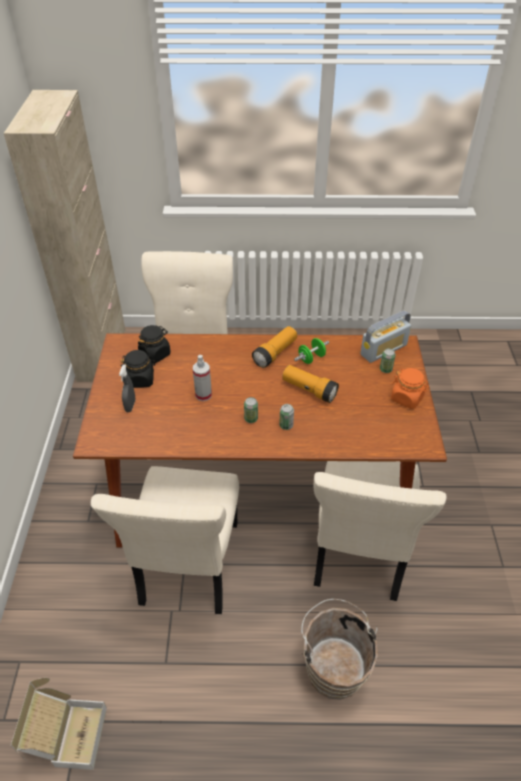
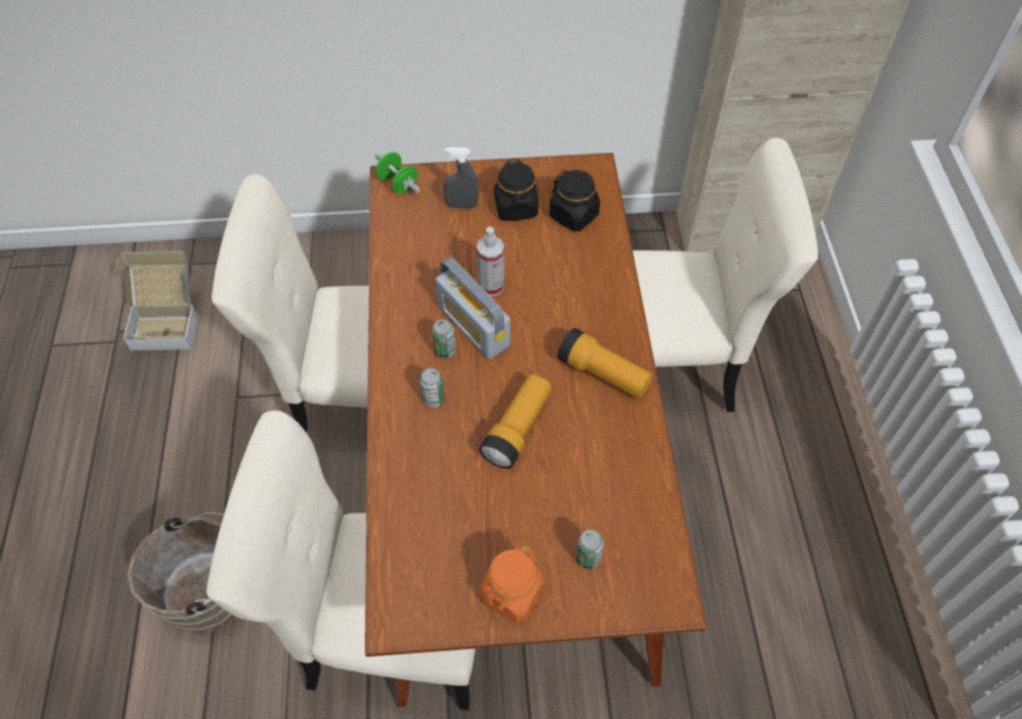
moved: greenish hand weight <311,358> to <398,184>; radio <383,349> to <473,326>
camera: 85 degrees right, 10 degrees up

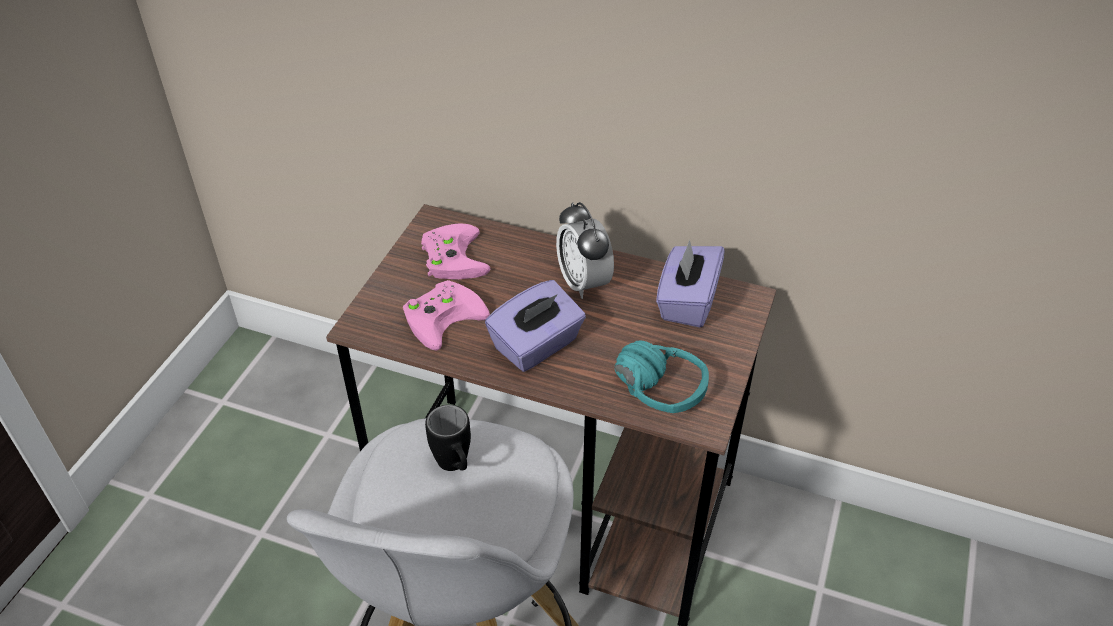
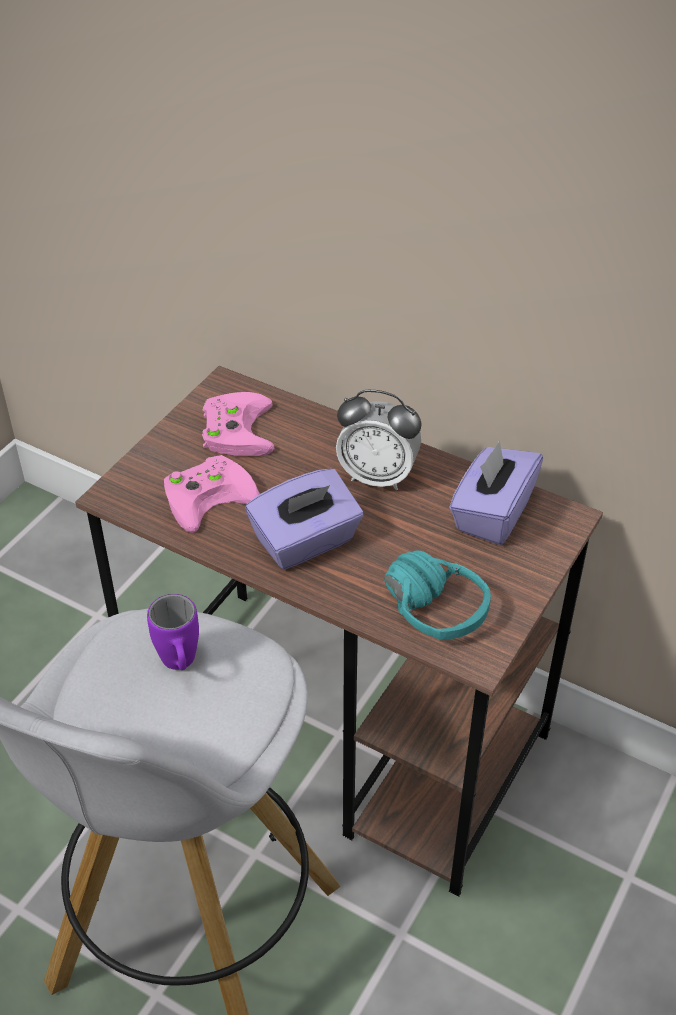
recoloured: black coffee mug <455,467> to purple coffee mug <180,666>
turned: alarm clock <583,282> = <377,476> 60 degrees counterclockwise
camera: 10 degrees right, 0 degrees up

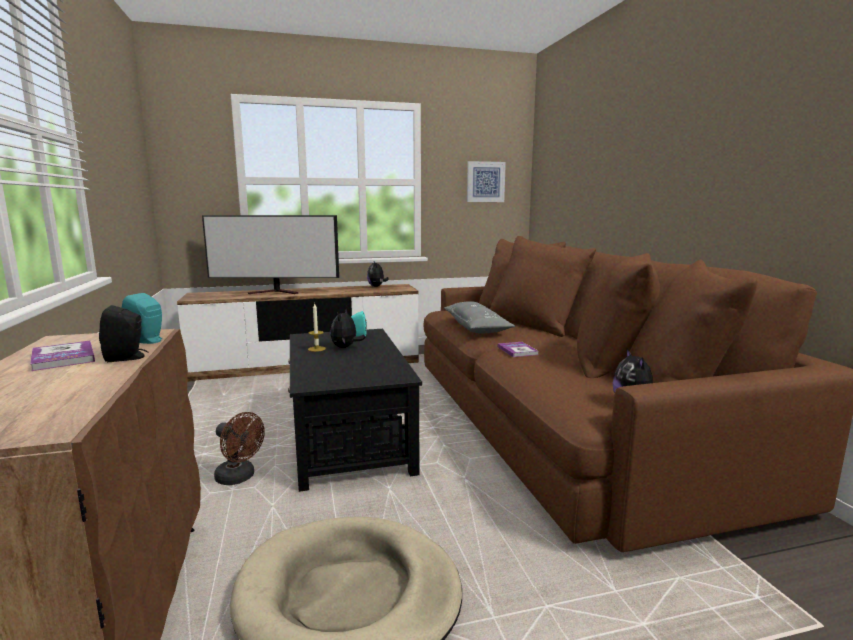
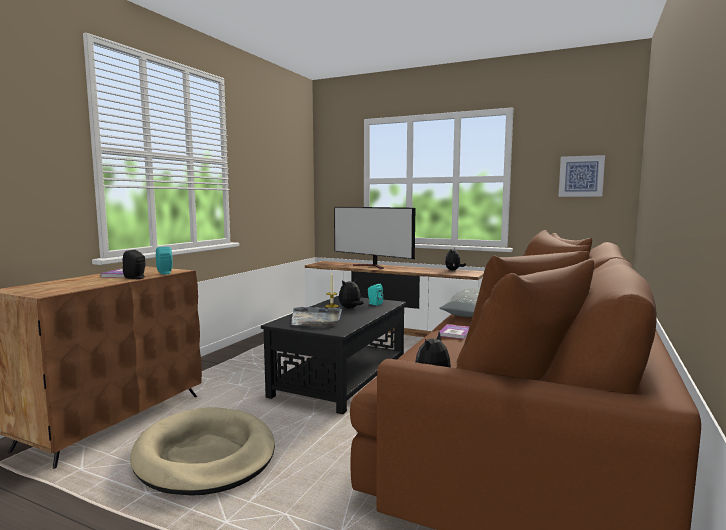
removed: brown cooling fan <239,478>
added: grey serving tray <316,319>
camera: 40 degrees right, 5 degrees down

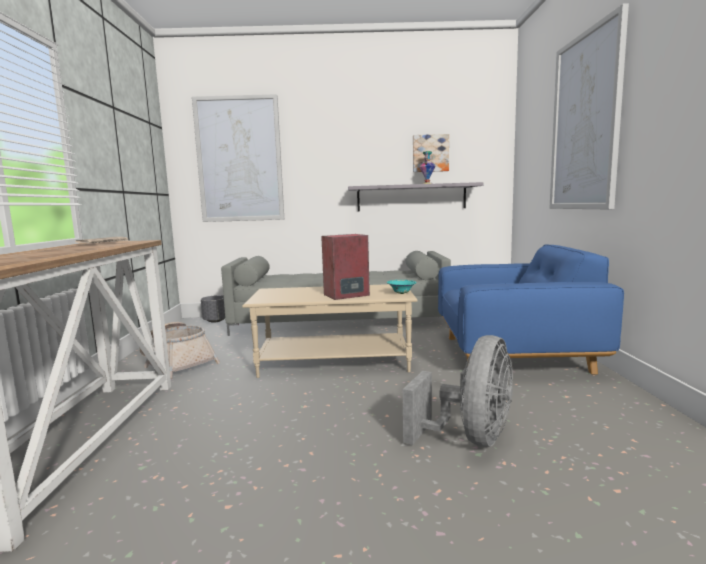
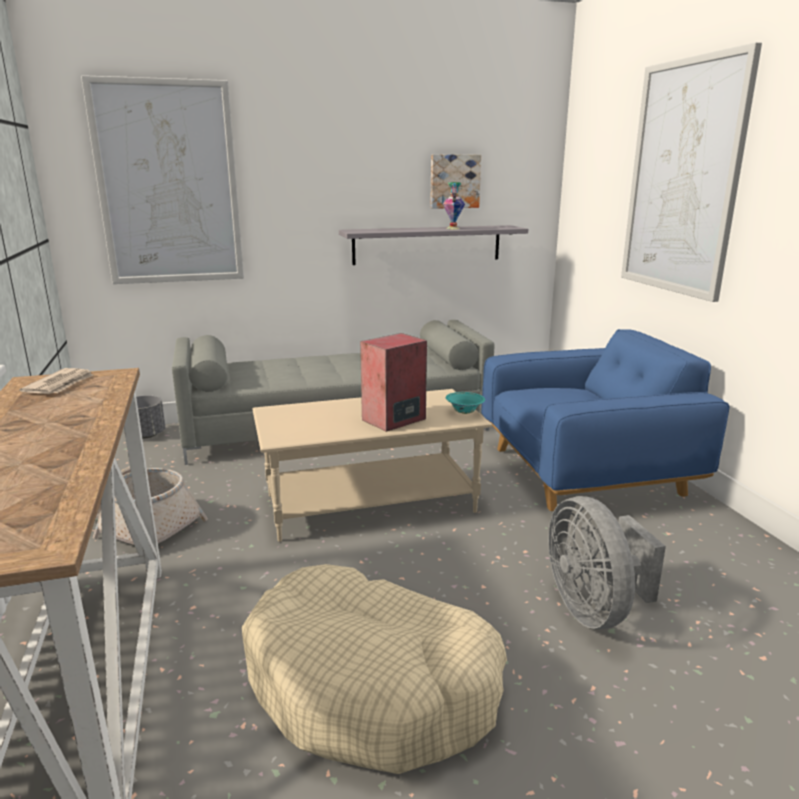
added: beige-coloured dog bed <372,685>
turned: grey cooling fan <471,438> = <594,609> 150 degrees clockwise
camera: 15 degrees left, 10 degrees up

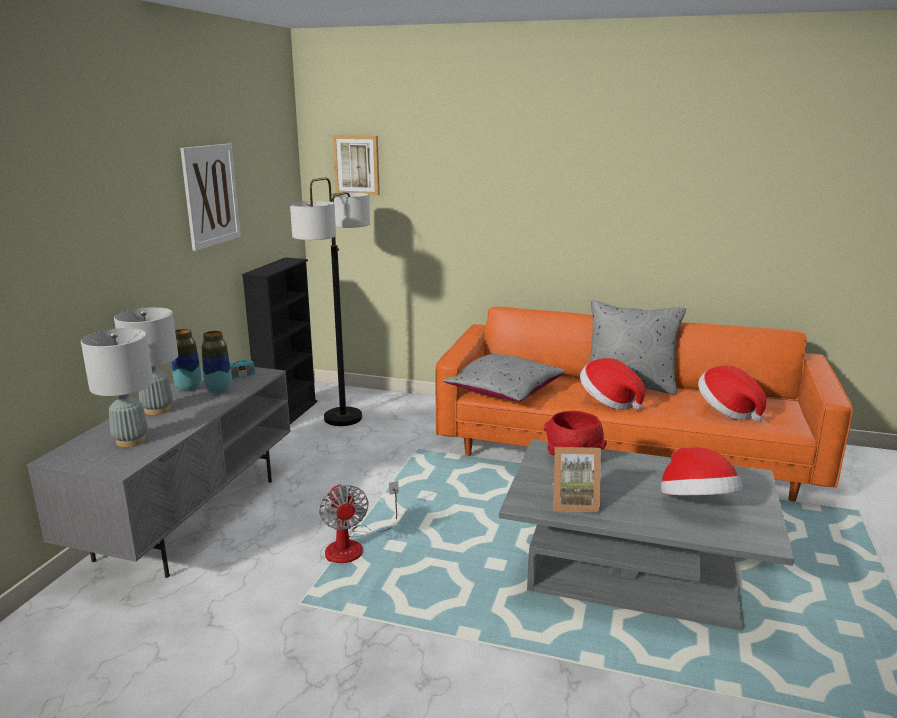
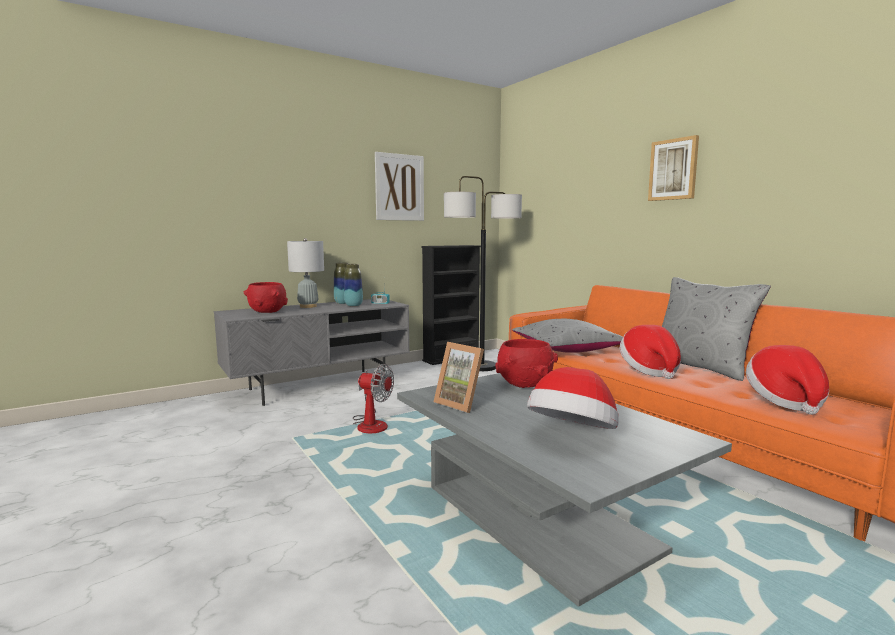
moved: picture <357,165> to <673,169>
replaced: grey tabletop lamp <130,441> to red serving bowl <267,312>
turned: cooling fan <354,546> = <371,424> 90 degrees counterclockwise
camera: 40 degrees right, 10 degrees down

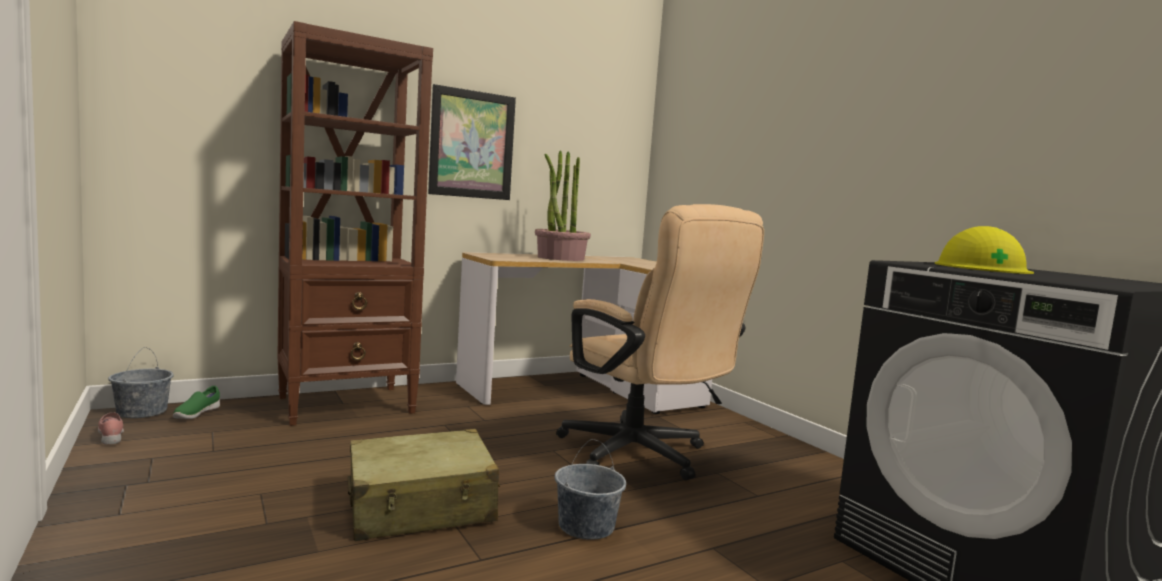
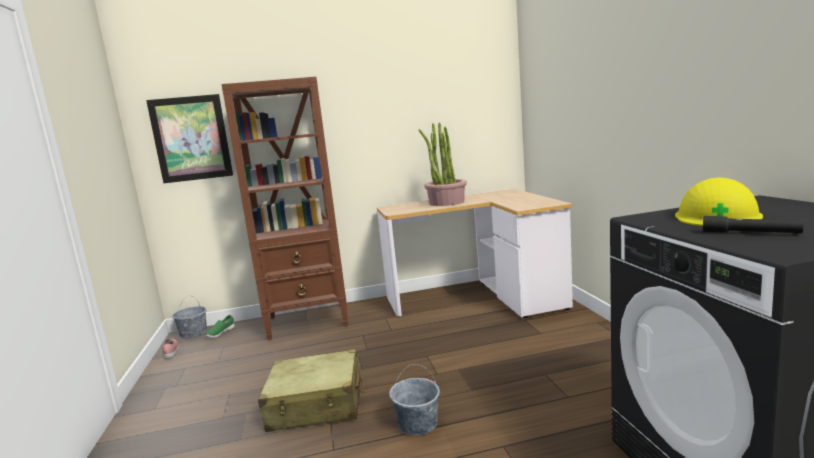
removed: beige-coloured desk chair <643,456>
added: black hand torch <750,233>
moved: picture <472,144> to <191,138>
camera: 20 degrees right, 5 degrees up

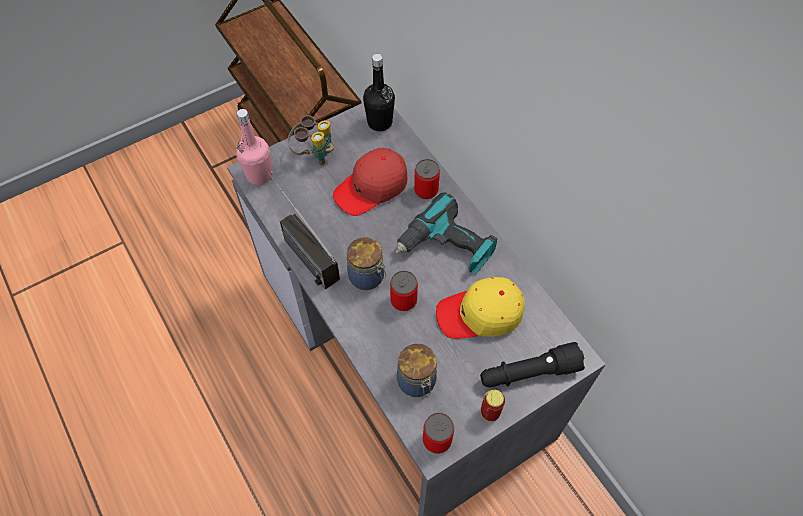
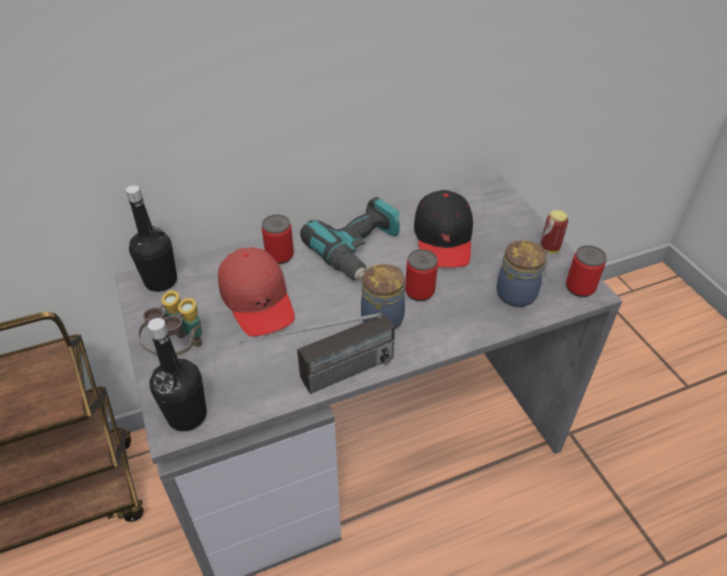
removed: black hand torch <528,373>
recoloured: pinkish drink bottle <259,175> to black drink bottle <187,415>; yellow baseball cap <480,314> to black baseball cap <443,239>
camera: 80 degrees left, 15 degrees down

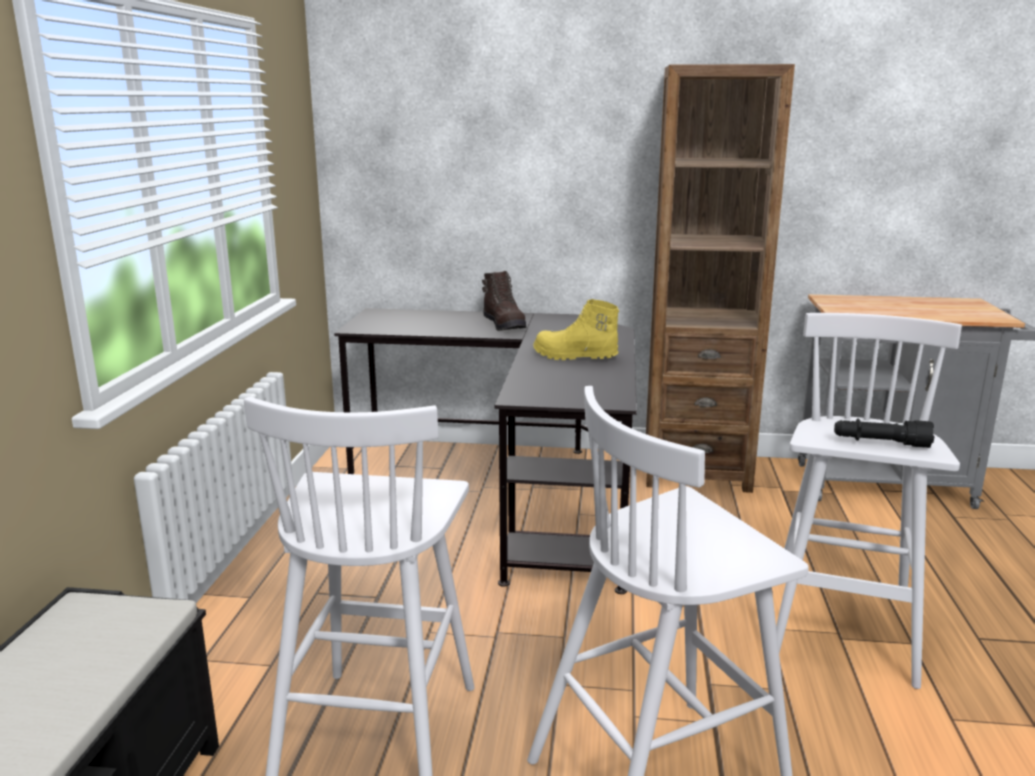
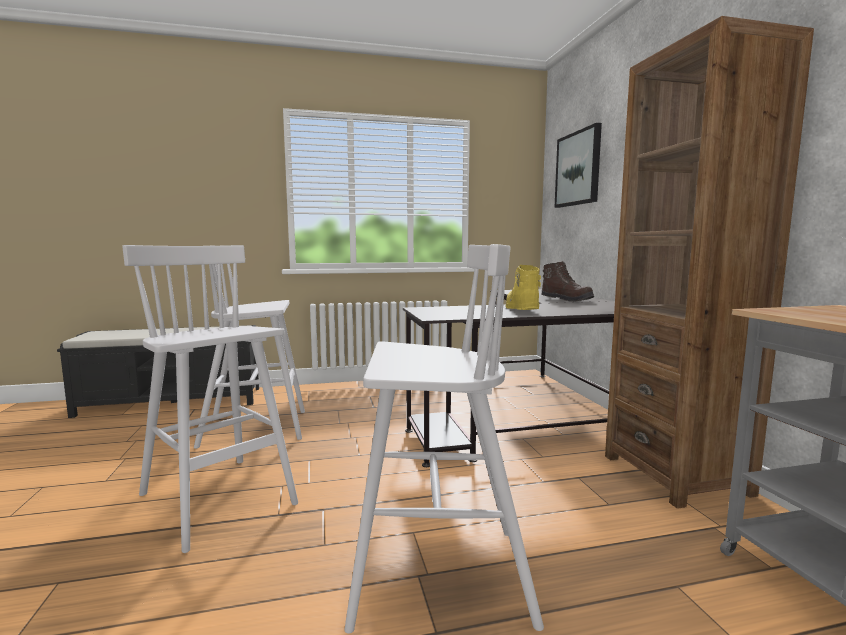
removed: black hand torch <880,443>
added: picture <578,168>
turned: brown high-top boot <504,325> = <567,299> 90 degrees counterclockwise
camera: 70 degrees right, 10 degrees down

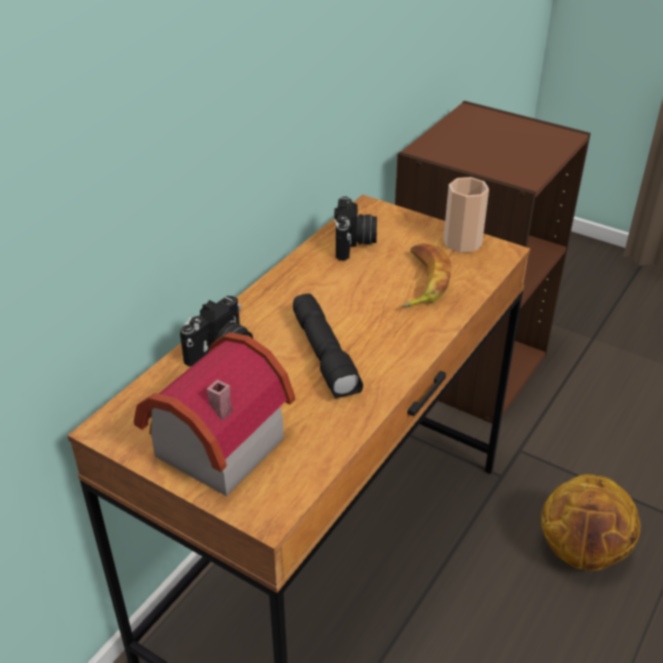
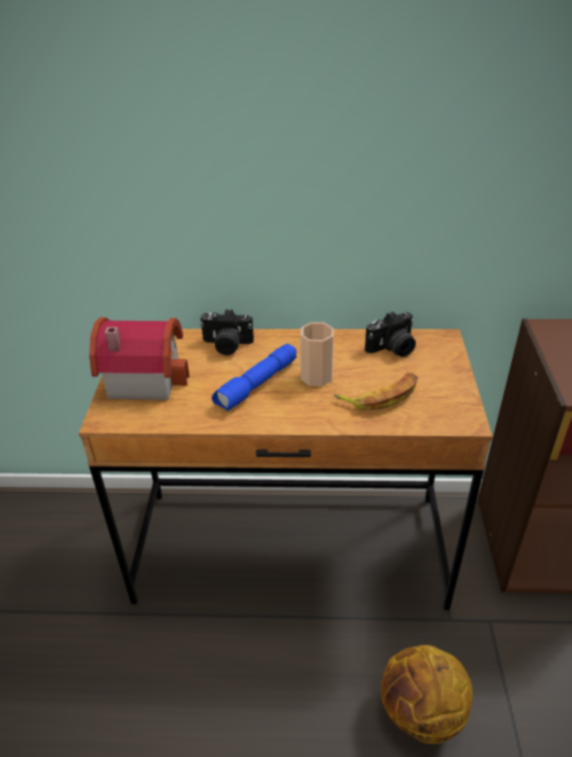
moved: drinking cup <462,242> to <316,376>
recoloured: black hand torch <326,355> to blue-coloured hand torch <257,385>
camera: 60 degrees right, 0 degrees up

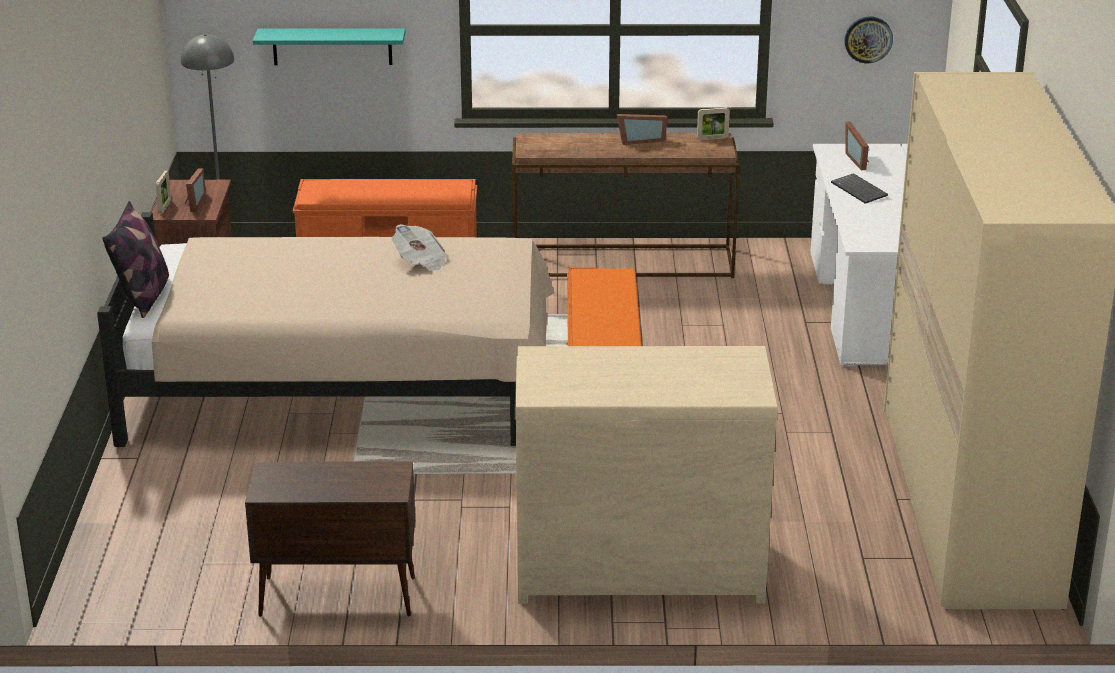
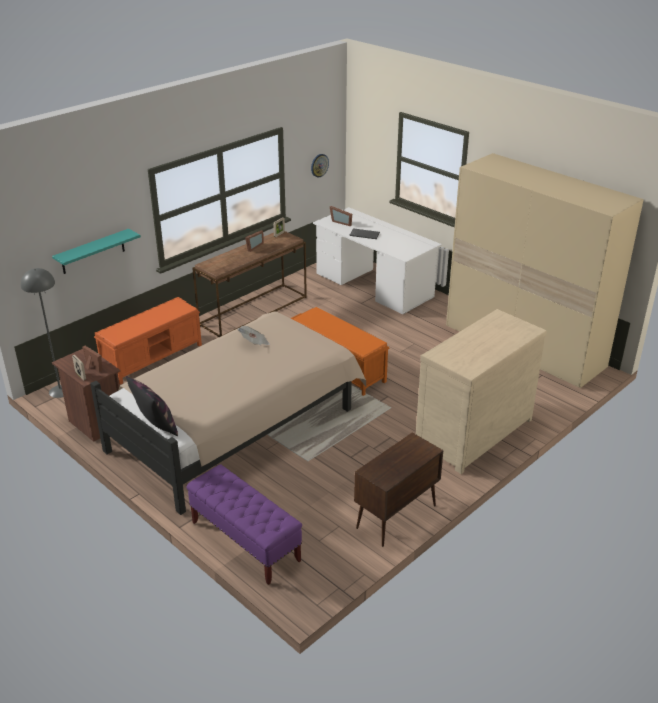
added: purple indoor bench <245,541>
camera: 45 degrees left, 5 degrees up

